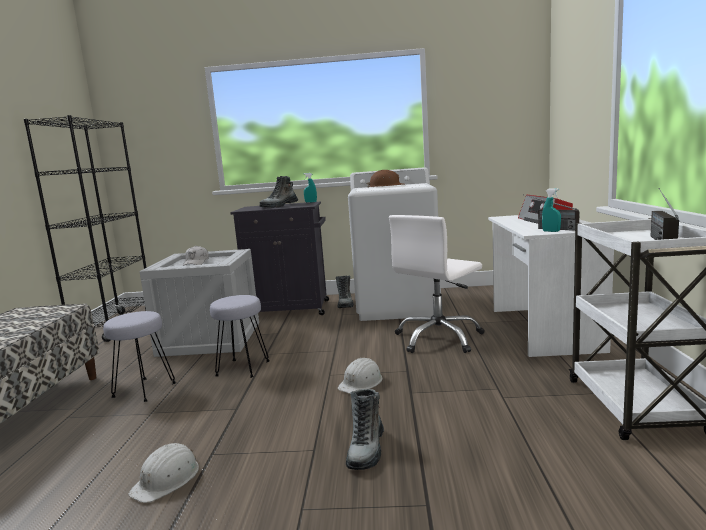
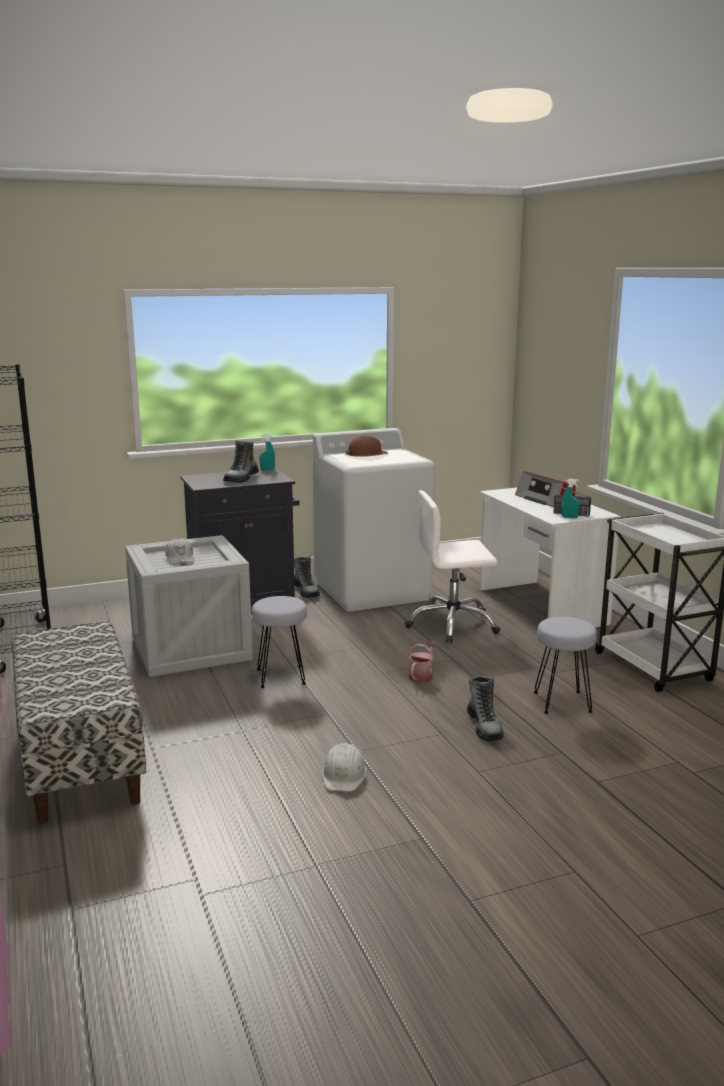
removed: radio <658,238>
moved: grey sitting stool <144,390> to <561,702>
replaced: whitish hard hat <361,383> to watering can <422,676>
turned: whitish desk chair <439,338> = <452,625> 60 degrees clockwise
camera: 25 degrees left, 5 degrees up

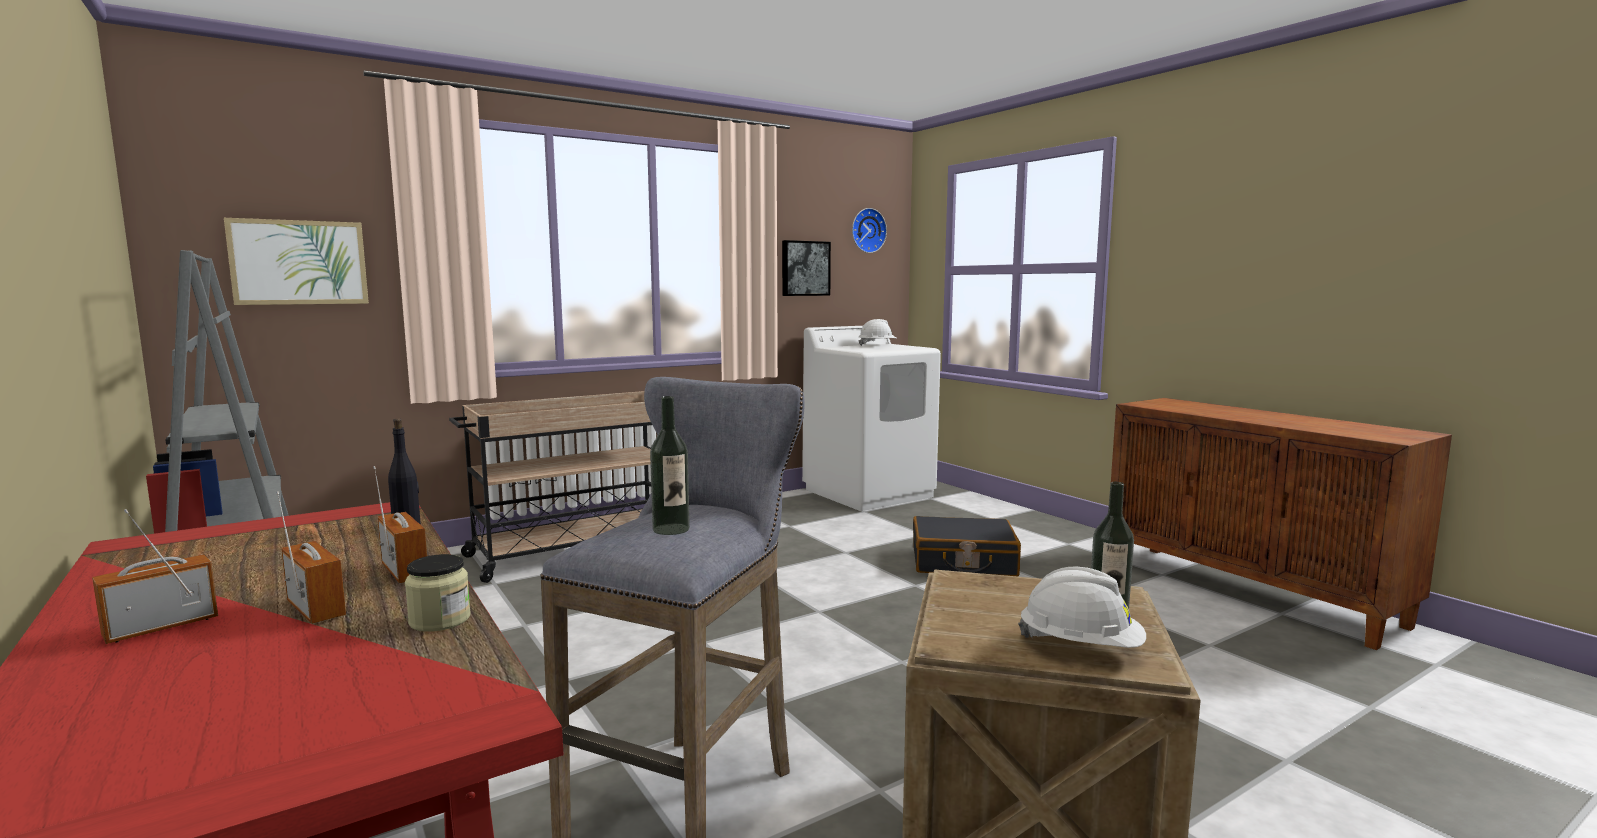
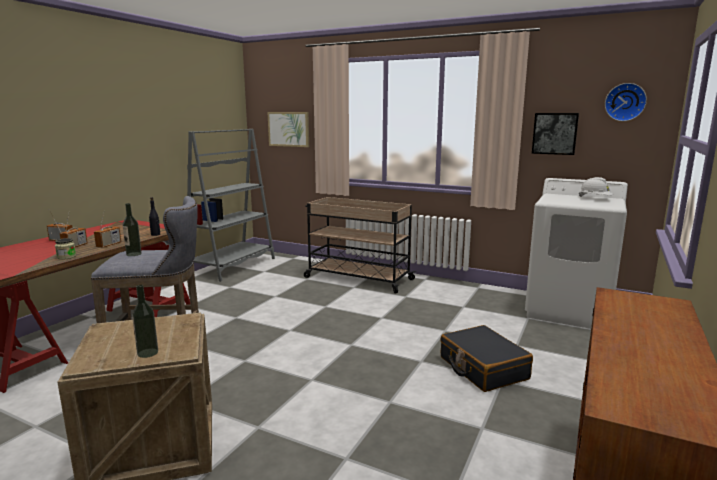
removed: whitish hard hat <1081,647>
camera: 60 degrees right, 5 degrees up

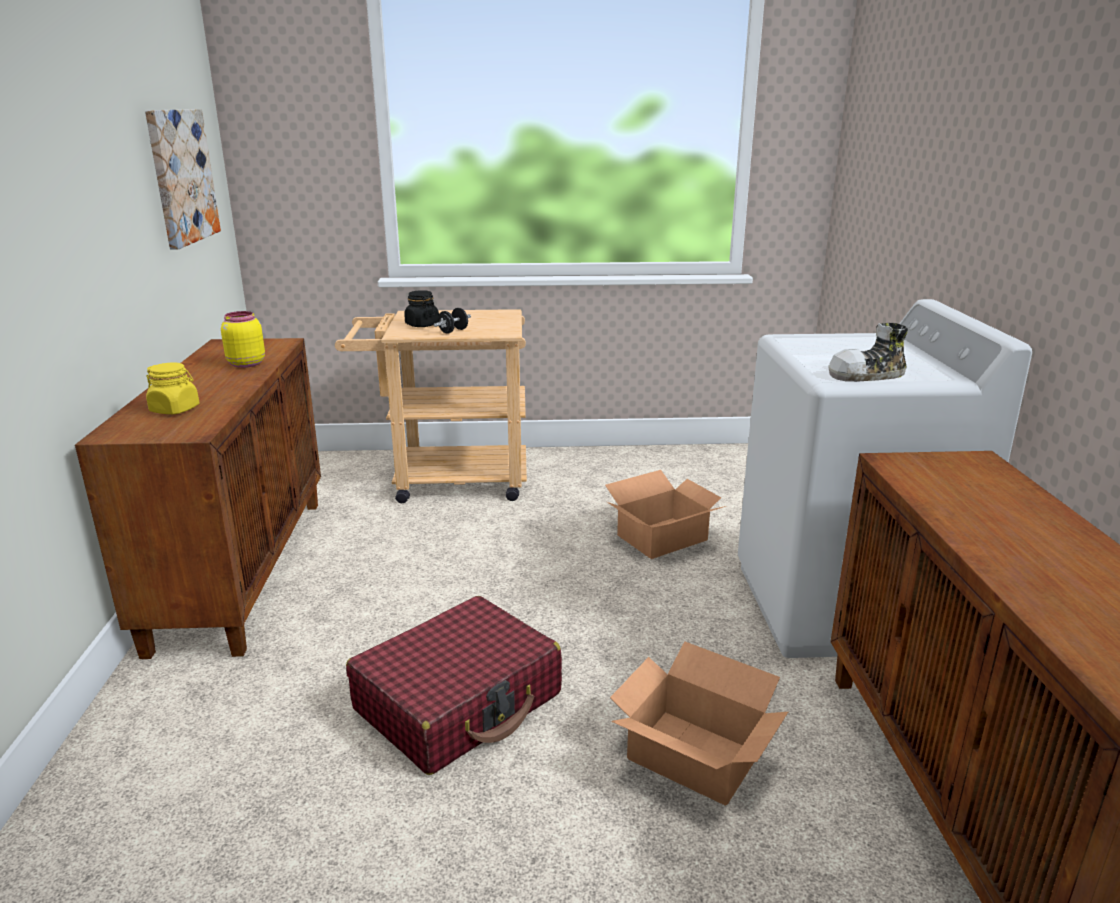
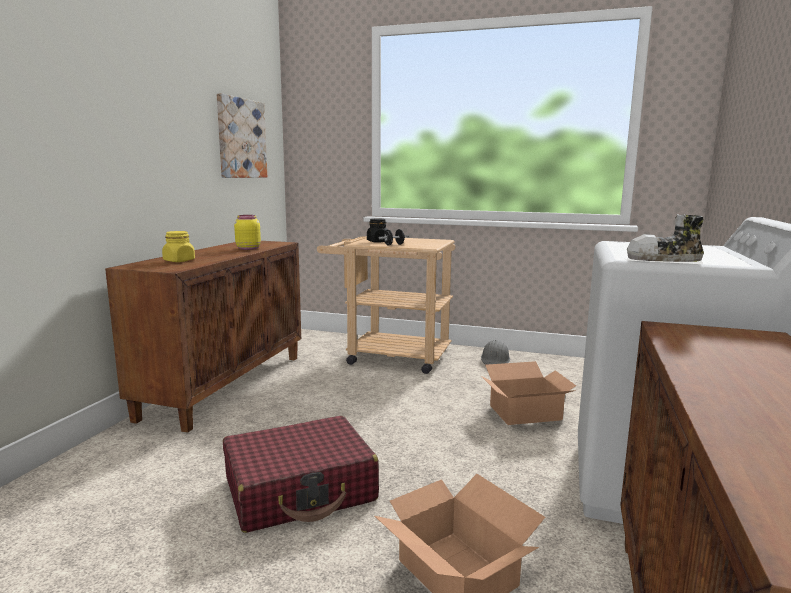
added: grey hard hat <495,359>
camera: 20 degrees right, 10 degrees down

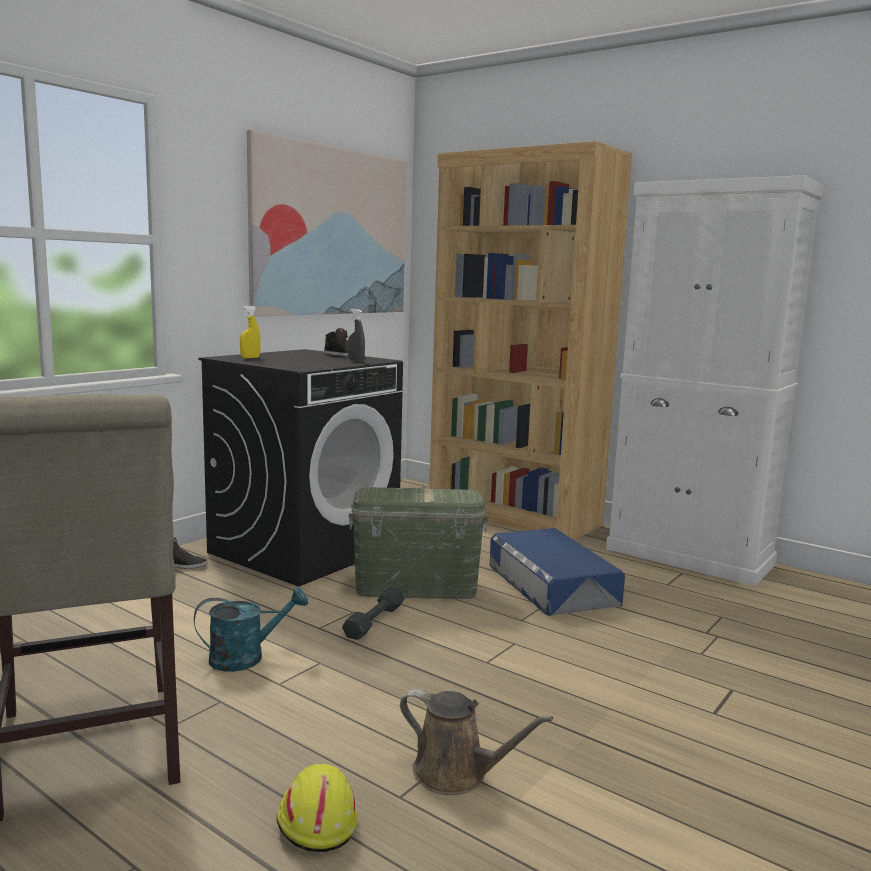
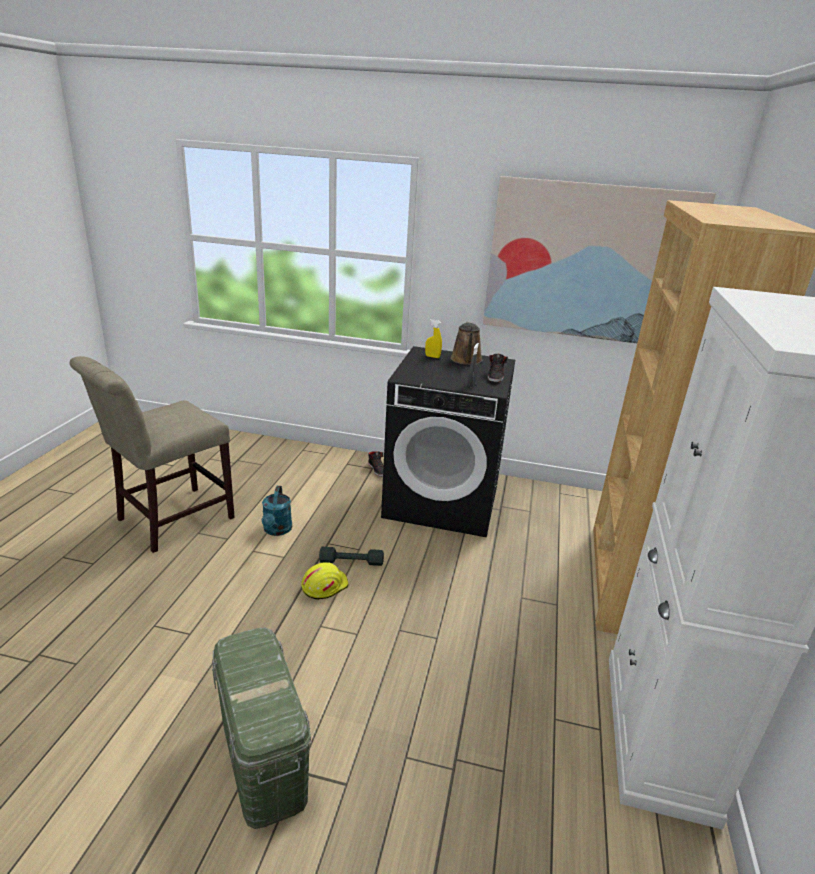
removed: blue-coloured storage bin <552,584>
moved: yellow hard hat <315,820> to <324,585>; greenish storage bin <416,587> to <263,759>; brown watering can <456,774> to <466,360>
turned: blue-green watering can <246,657> = <277,530> 45 degrees clockwise
camera: 65 degrees right, 15 degrees up

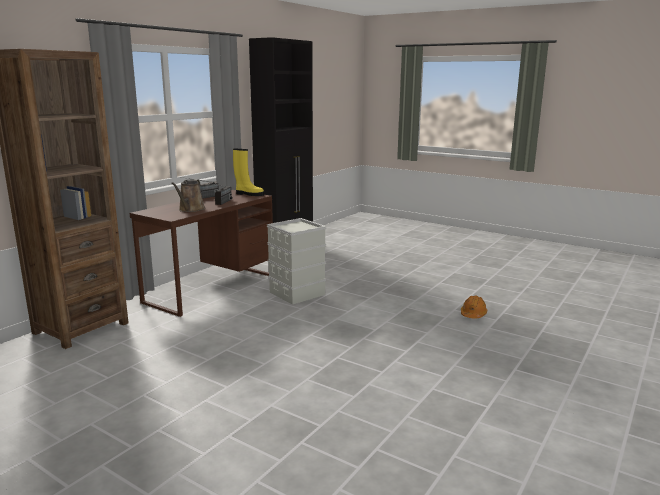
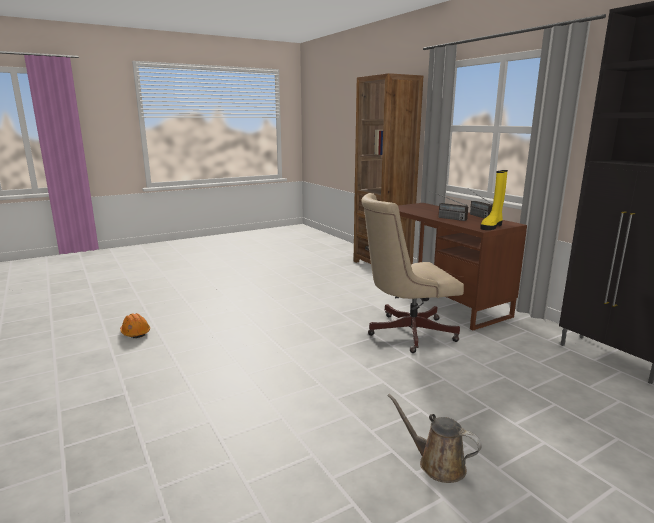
moved: brown watering can <190,209> to <437,464>; orange-coloured hard hat <473,314> to <135,332>
replaced: grey storage bin <297,294> to beige-coloured desk chair <405,332>
camera: 115 degrees right, 0 degrees up

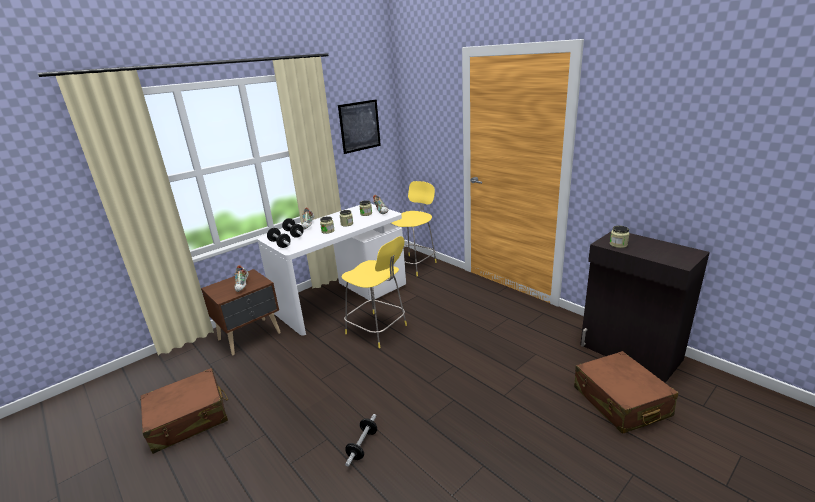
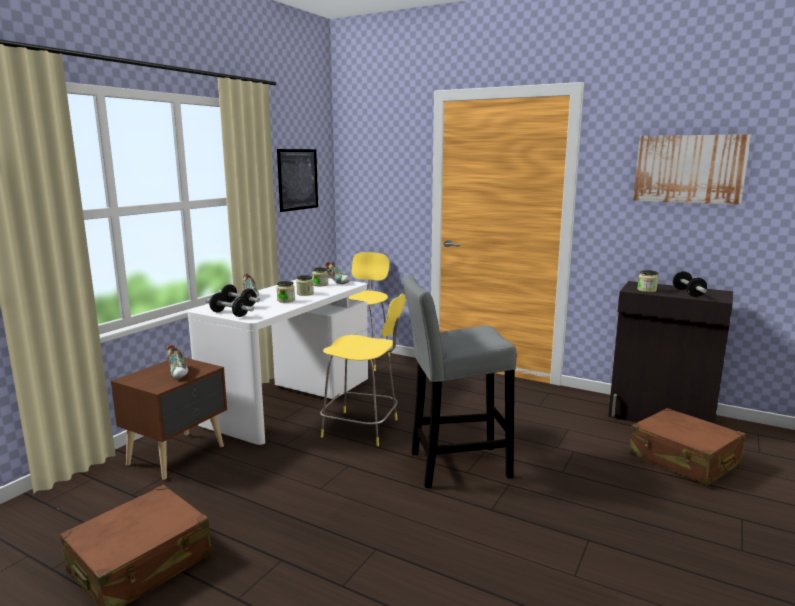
added: grey sitting stool <454,466>; picture <689,169>
moved: hand weight <362,445> to <688,293>
camera: 20 degrees left, 10 degrees down

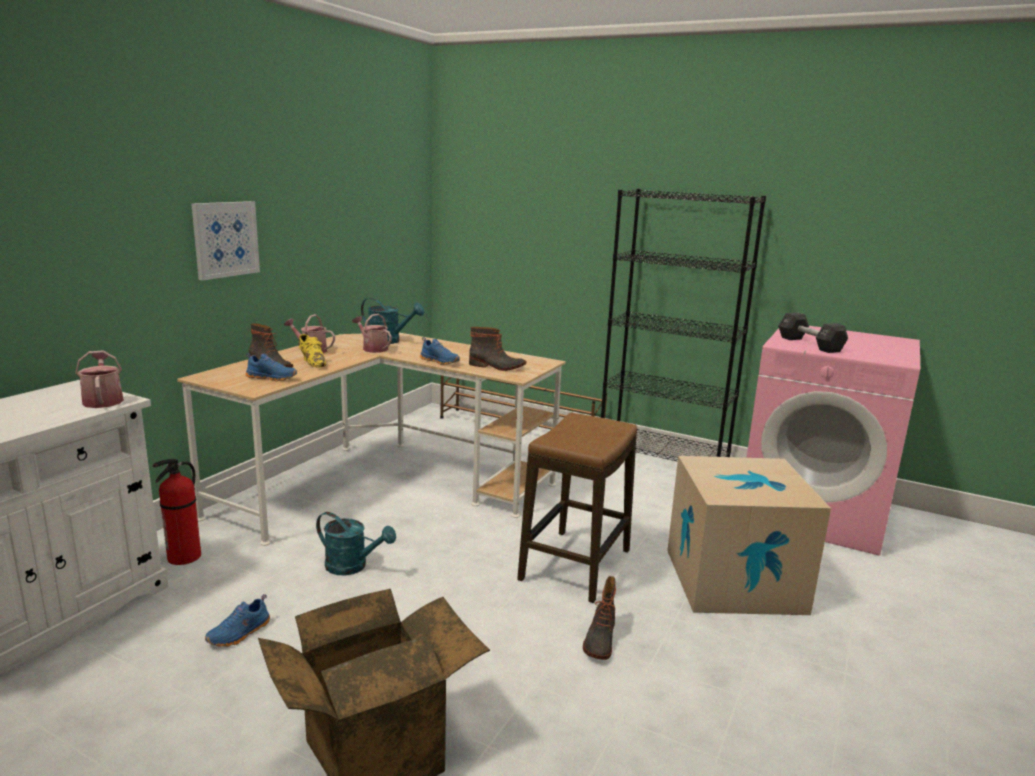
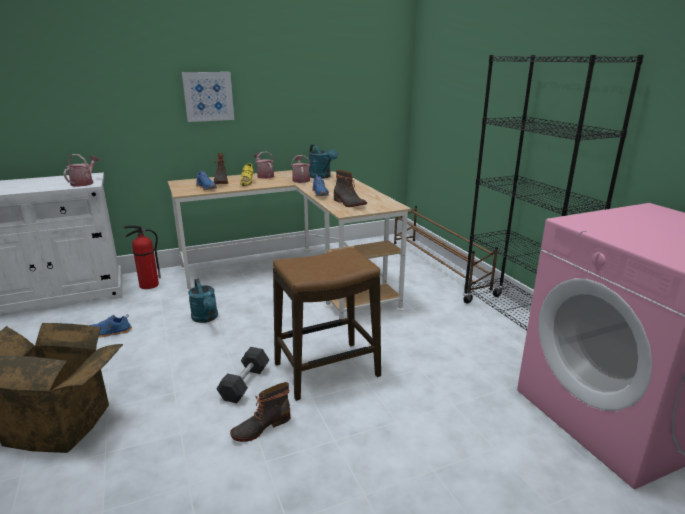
removed: packing box <734,580>
moved: black hand weight <810,344> to <245,383>
camera: 40 degrees right, 5 degrees up

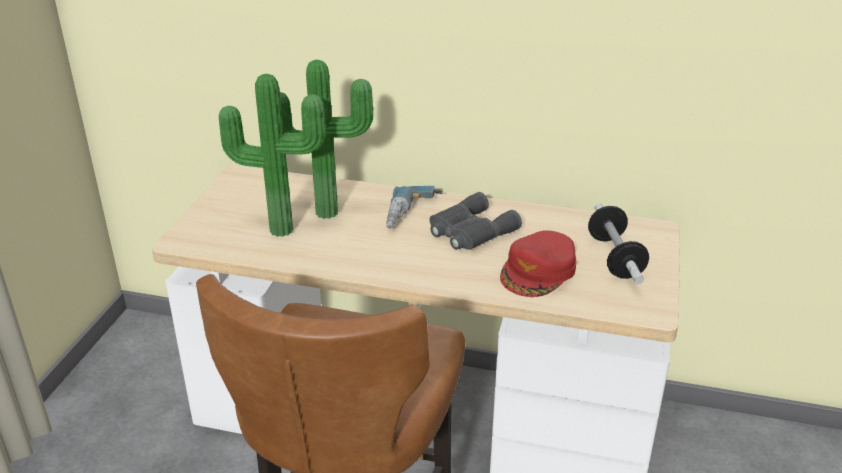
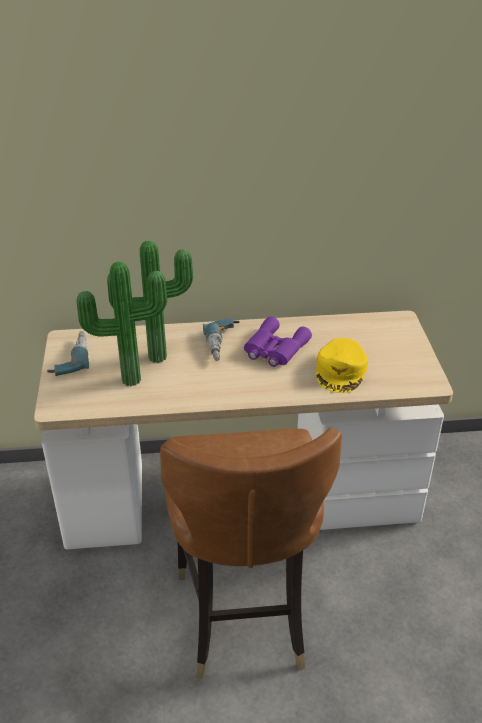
removed: hand weight <615,258>
added: drill <69,358>
recoloured: grey field glasses <469,231> to purple field glasses <274,349>; red baseball cap <538,271> to yellow baseball cap <341,371>
camera: 20 degrees left, 5 degrees up

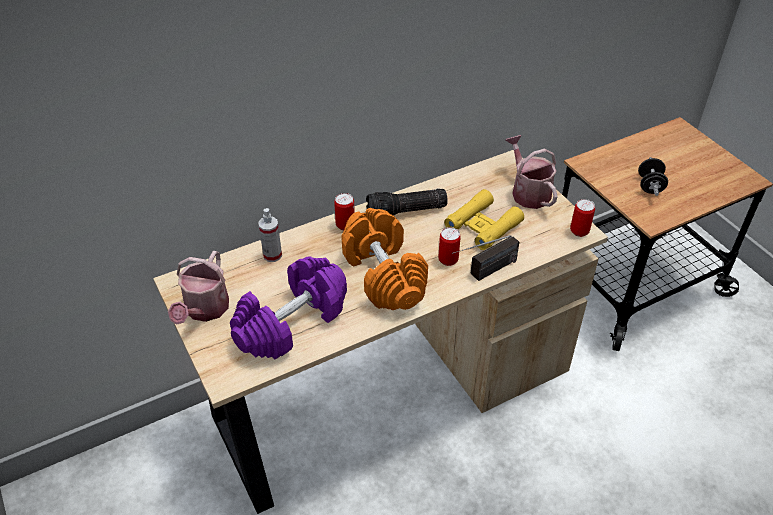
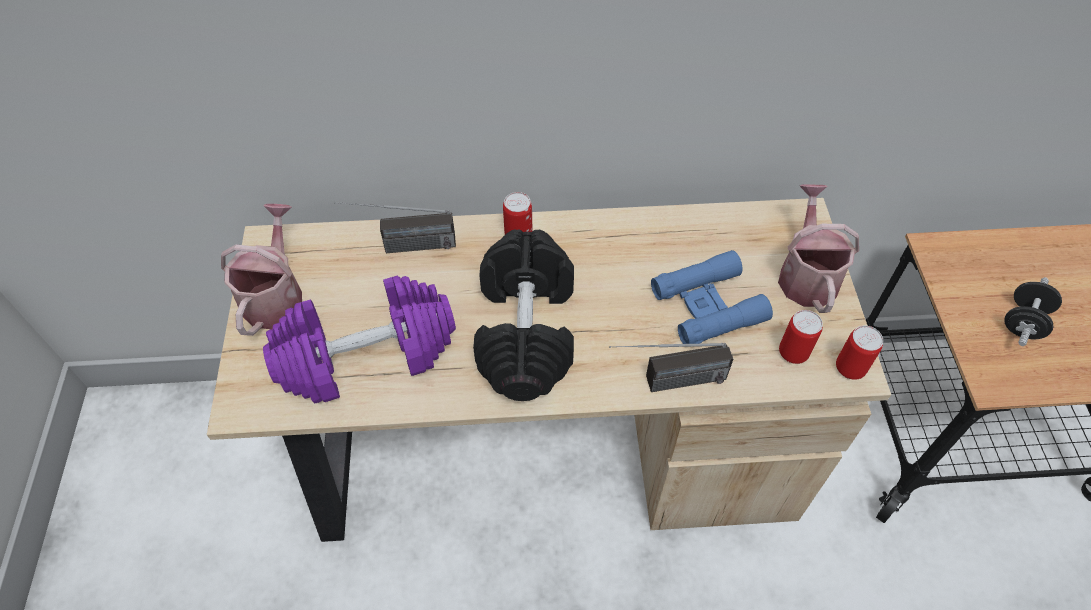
removed: hand torch <406,212>
moved: can <448,260> to <793,353>
replaced: spray bottle <272,255> to radio <401,247>
recoloured: orange-coloured hand weight <385,275> to black hand weight <526,332>; yellow field glasses <483,226> to blue-coloured field glasses <708,305>
turned: watering can <204,310> = <275,295> 150 degrees clockwise
camera: 25 degrees right, 10 degrees up

